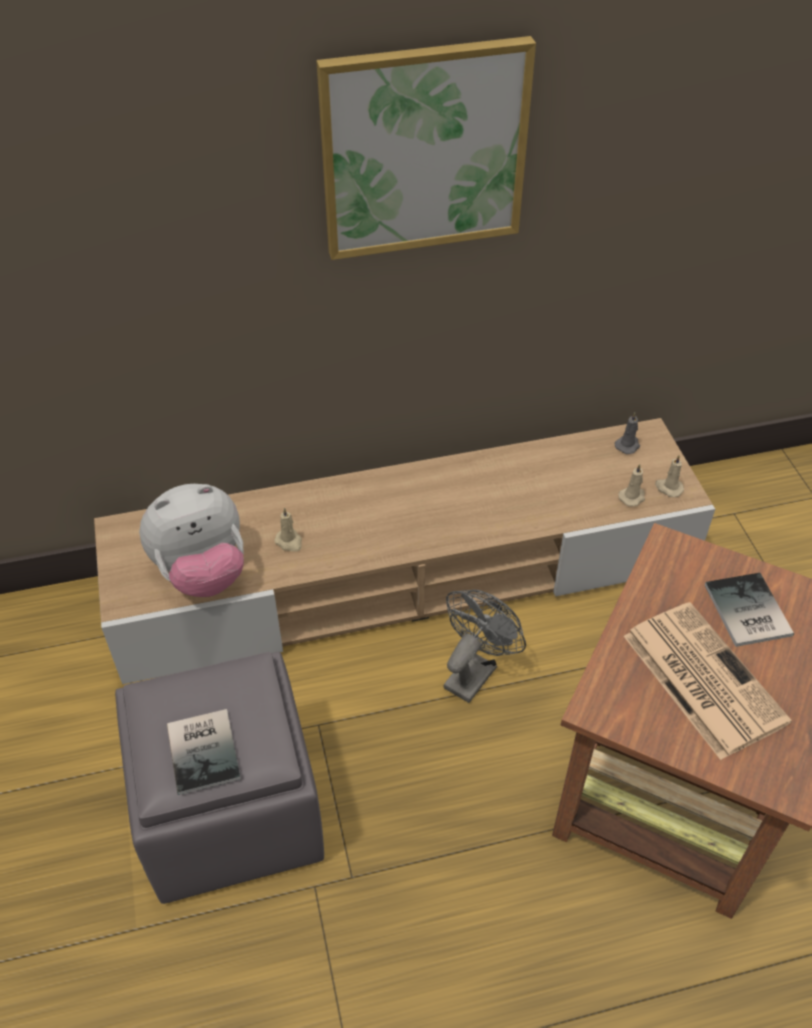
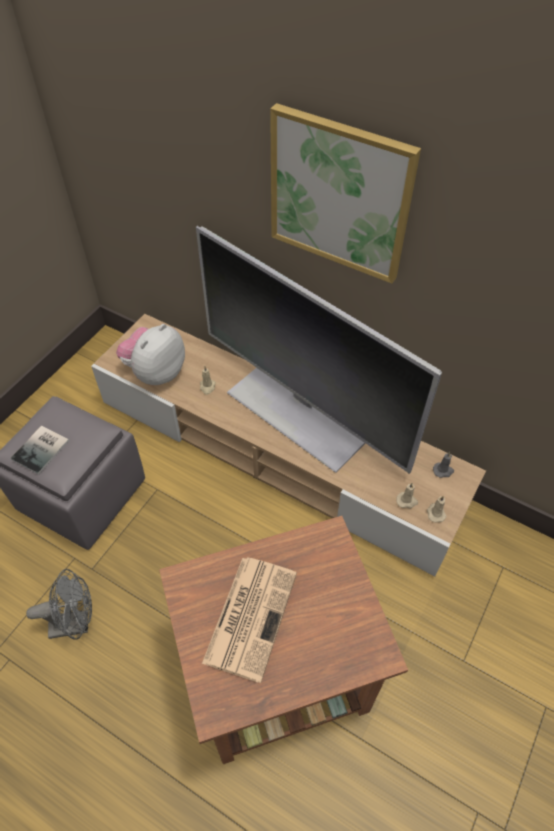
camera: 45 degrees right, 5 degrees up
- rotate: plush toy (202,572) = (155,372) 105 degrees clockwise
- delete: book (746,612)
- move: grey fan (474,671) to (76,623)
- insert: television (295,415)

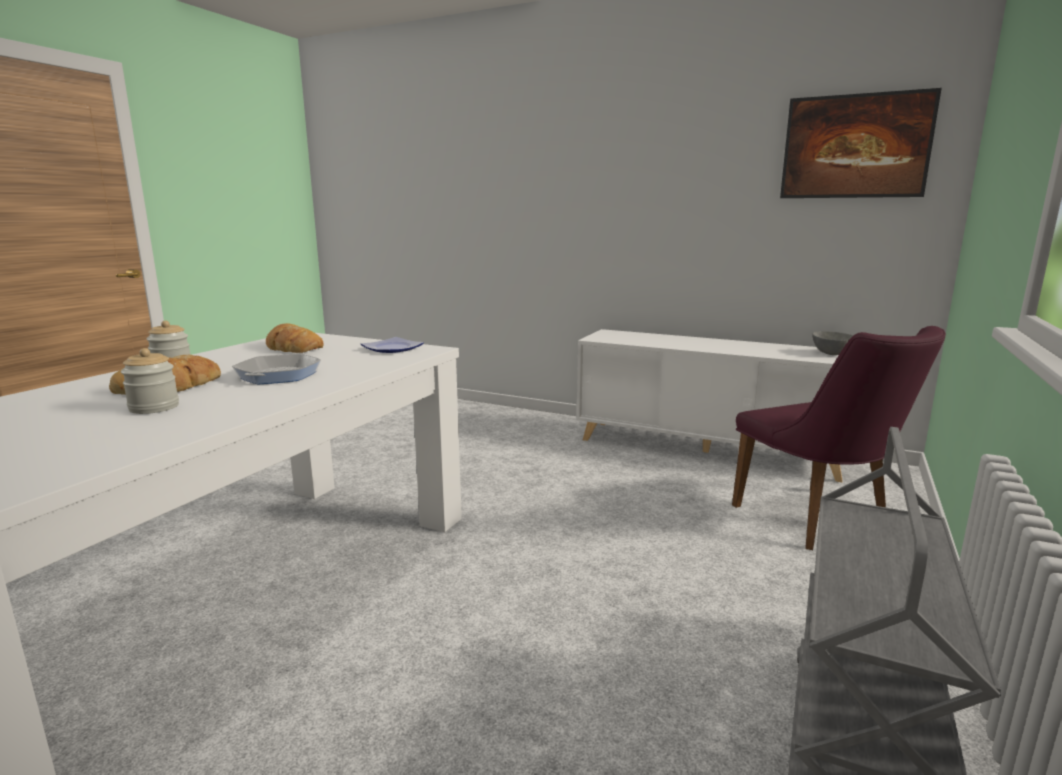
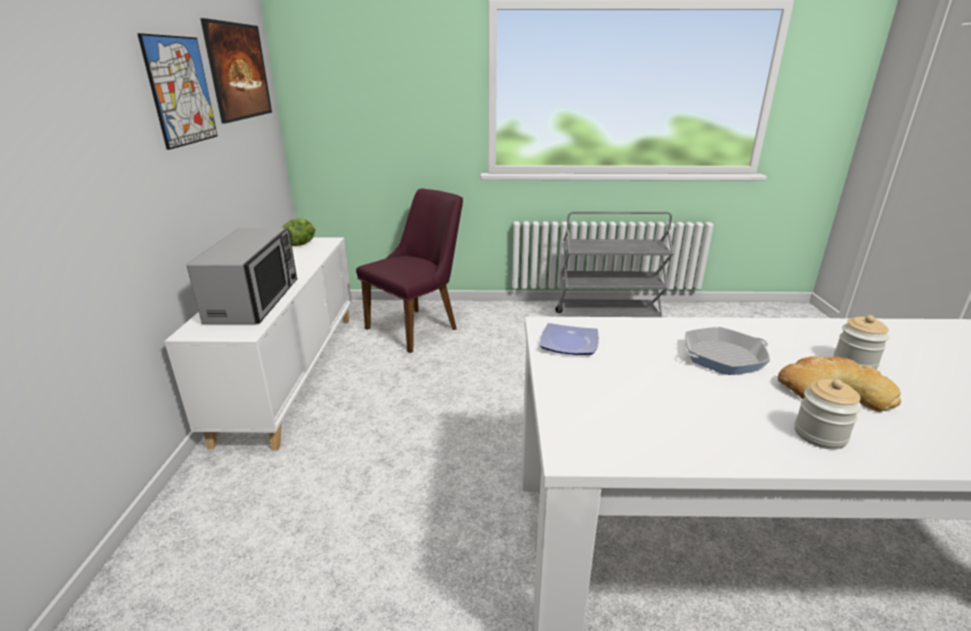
camera: 115 degrees left, 10 degrees up
- delete: bread (293,347)
- replace: grey bowl (831,353) to lettuce (301,244)
- insert: picture (181,91)
- insert: microwave (255,301)

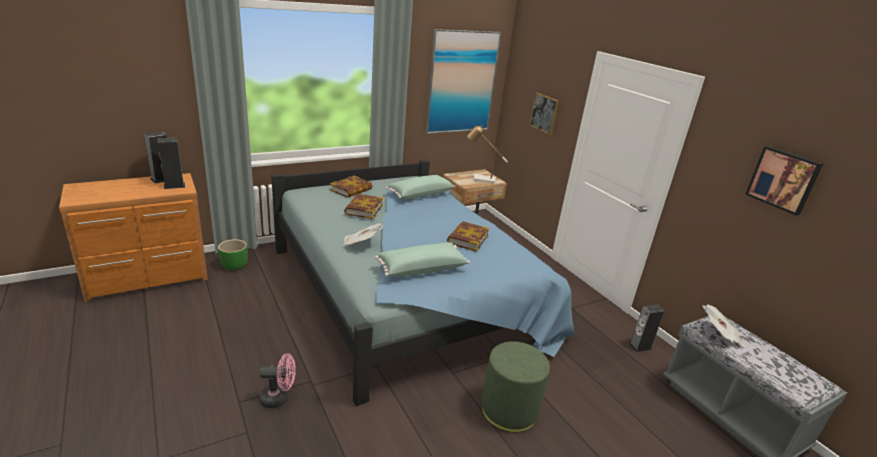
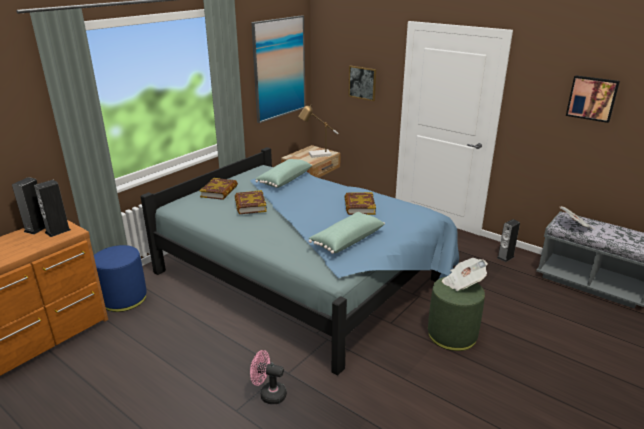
camera: 20 degrees left, 0 degrees up
- move: newspaper (361,244) to (463,283)
- replace: green planter (234,266) to blue ottoman (124,298)
- rotate: pink fan (279,398) = (269,394) 135 degrees counterclockwise

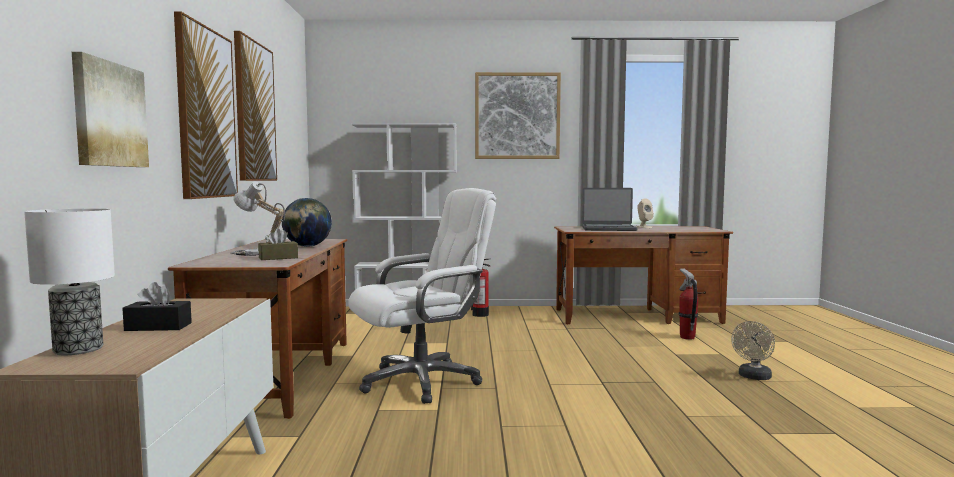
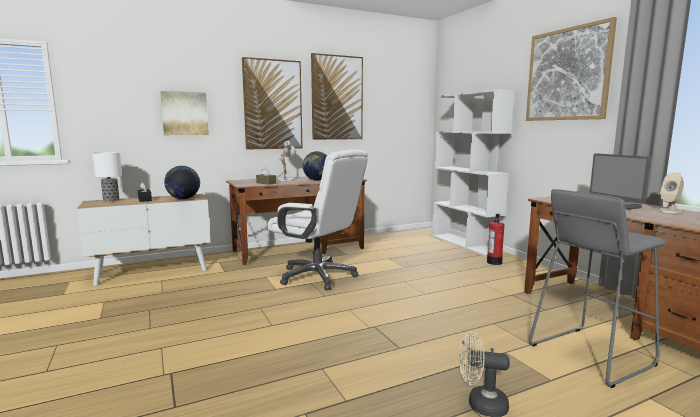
camera: 65 degrees right, 5 degrees up
- replace: fire extinguisher (687,337) to grey stool (590,354)
- insert: globe (183,199)

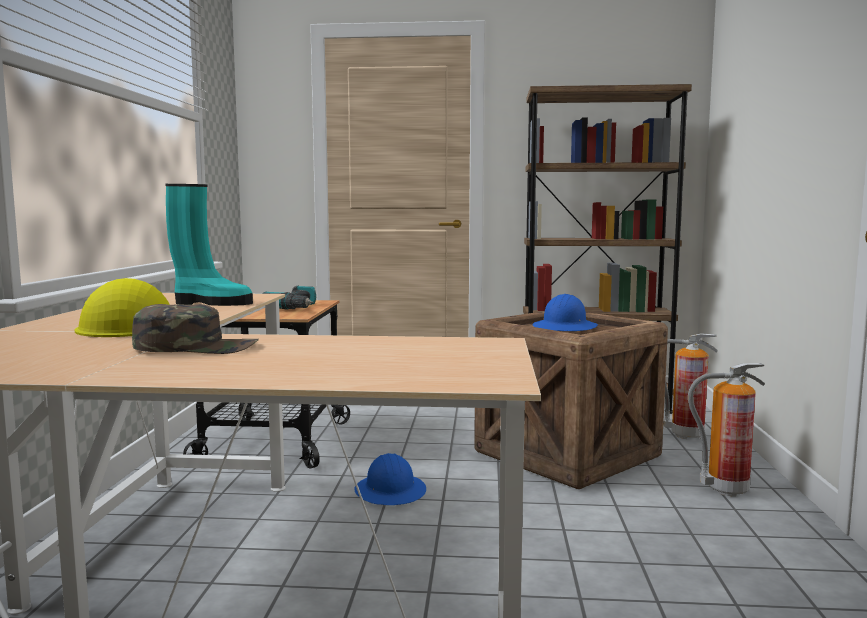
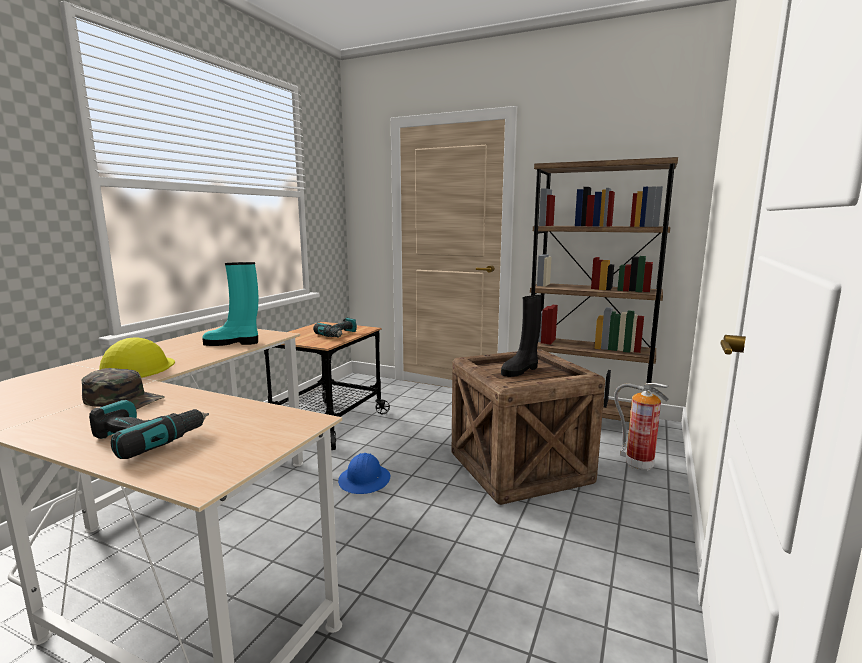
camera: 20 degrees right, 5 degrees up
- rotate: turquoise boot (211,303) = (233,343) 150 degrees clockwise
- replace: blue hard hat (565,328) to black boot (520,370)
- delete: fire extinguisher (725,490)
- insert: power drill (147,438)

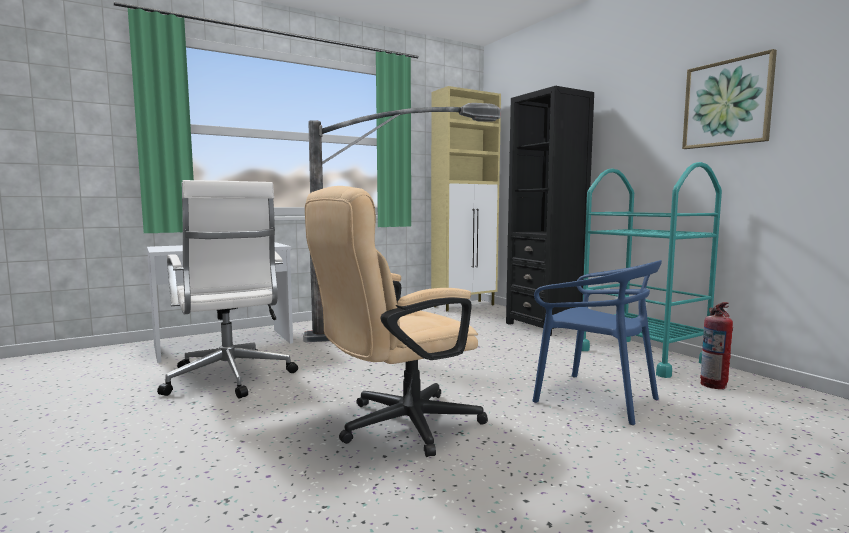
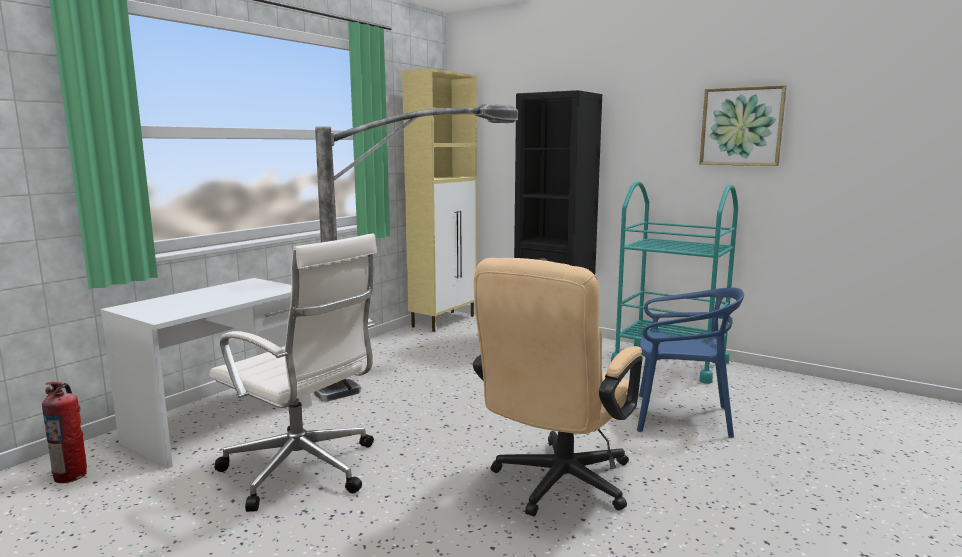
camera: 25 degrees left, 5 degrees up
- move: fire extinguisher (713,384) to (71,475)

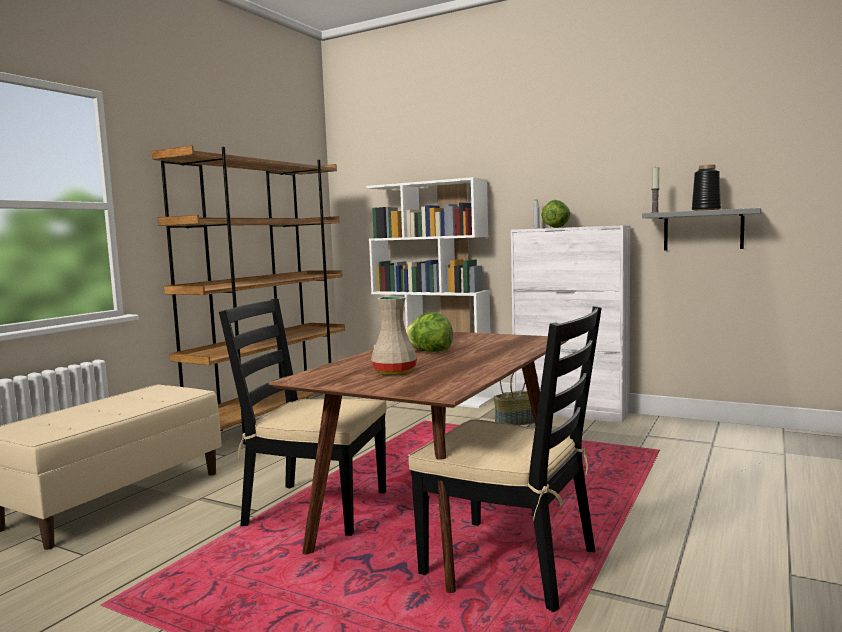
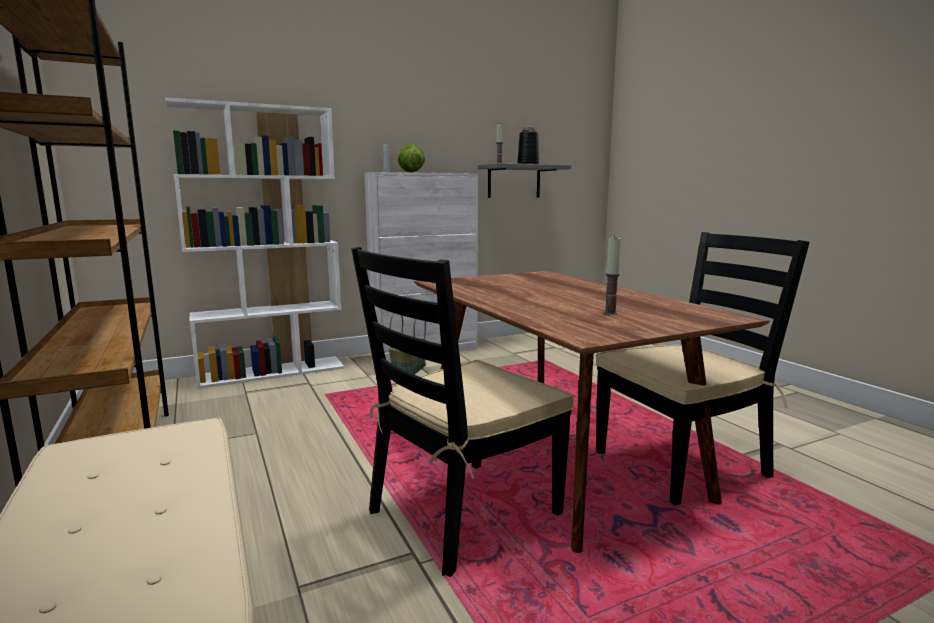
camera: 55 degrees left, 5 degrees up
- replace: beige vase (394,371) to candle (610,313)
- delete: lettuce (429,351)

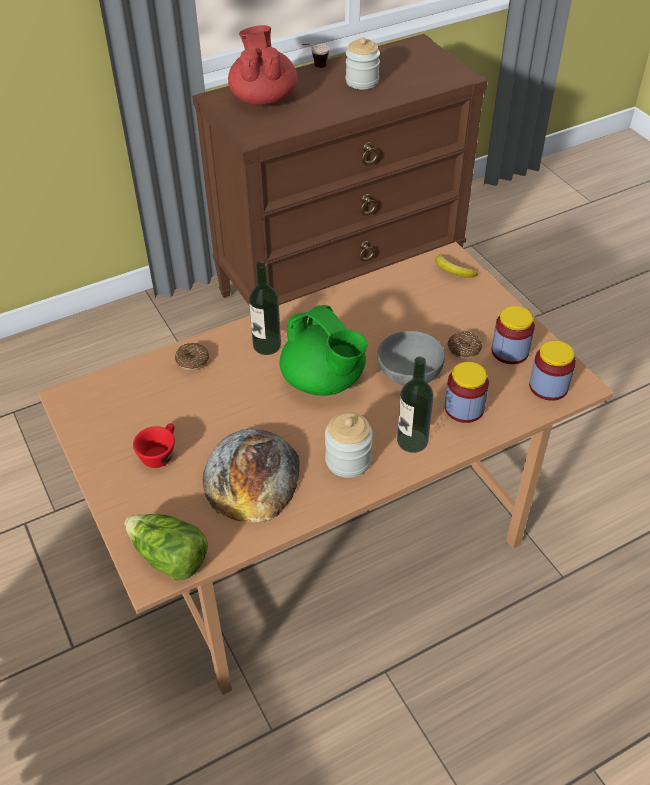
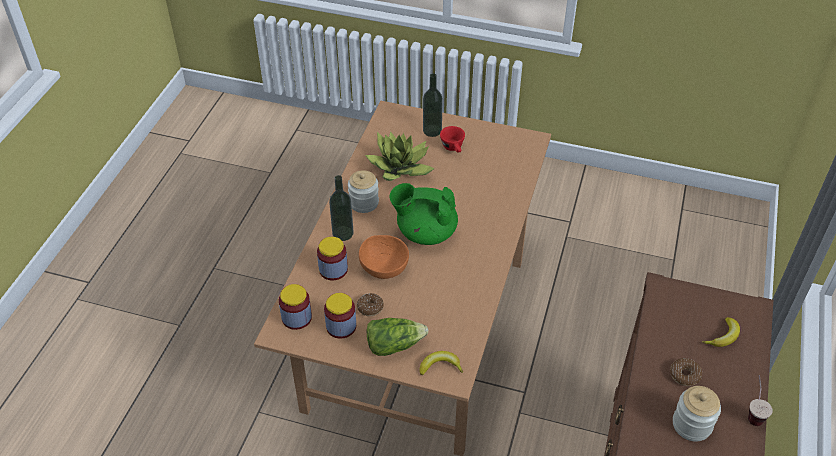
camera: 135 degrees right, 0 degrees up
- replace: red teapot (263,98) to banana (723,337)
- move: bottle (267,345) to (432,130)
- recolor: grey bowl (408,376) to orange bowl (384,267)
- move: donut (192,361) to (684,375)
- replace: bread (252,475) to potted plant (400,168)
- move: lettuce (169,557) to (394,344)

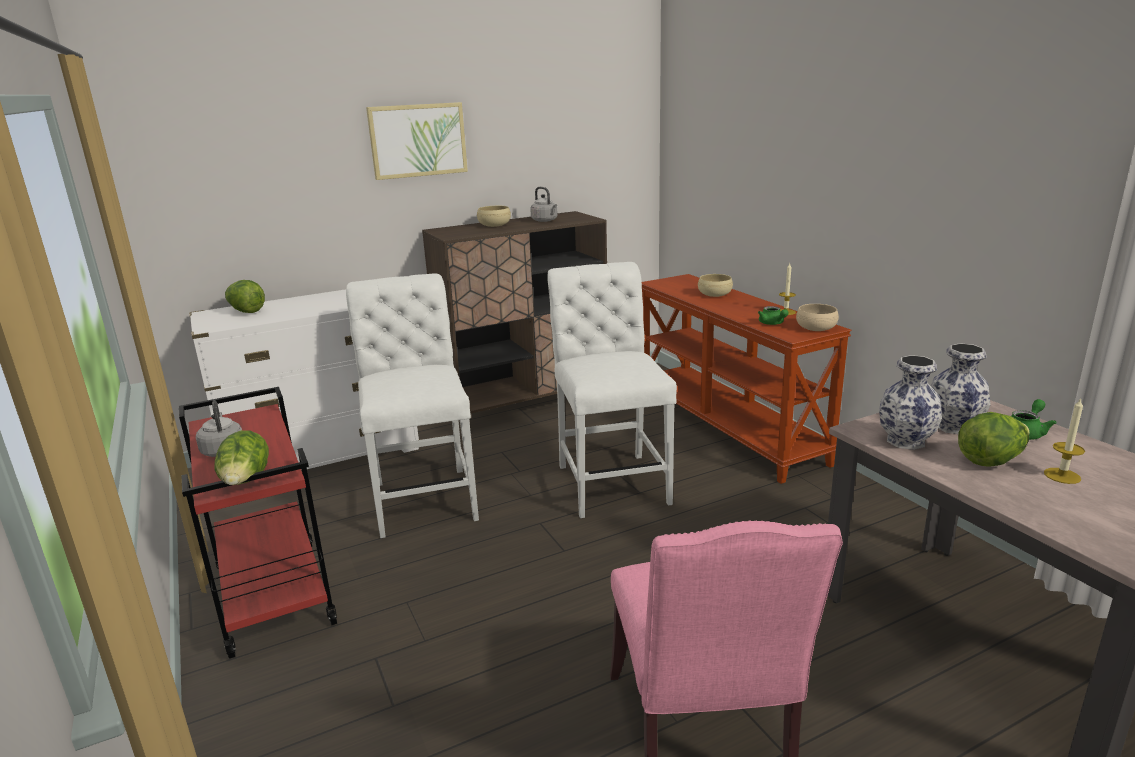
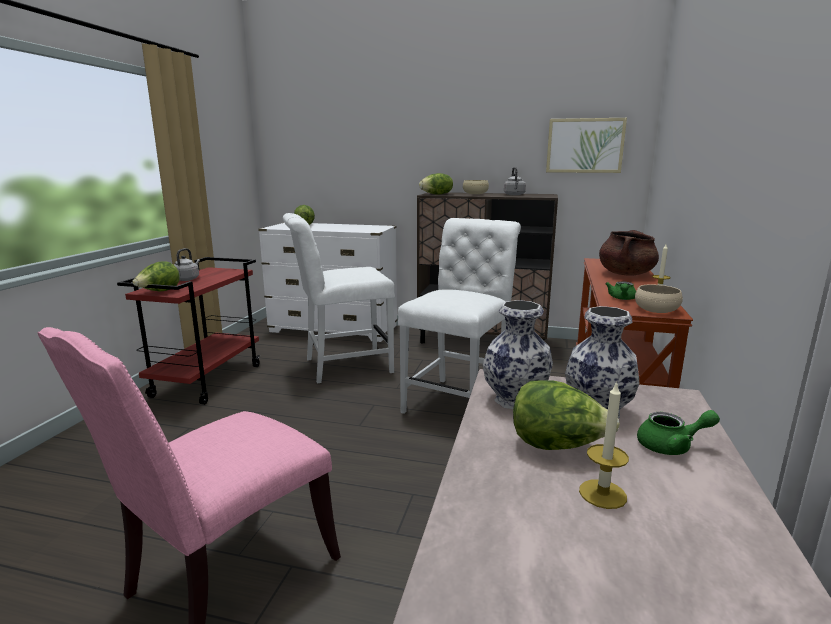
camera: 40 degrees right, 5 degrees down
- move: picture (418,140) to (585,145)
- rotate: white chair (425,497) = (343,366) 135 degrees counterclockwise
- replace: beige bowl (714,294) to brown cooking pot (625,274)
- insert: lettuce (437,194)

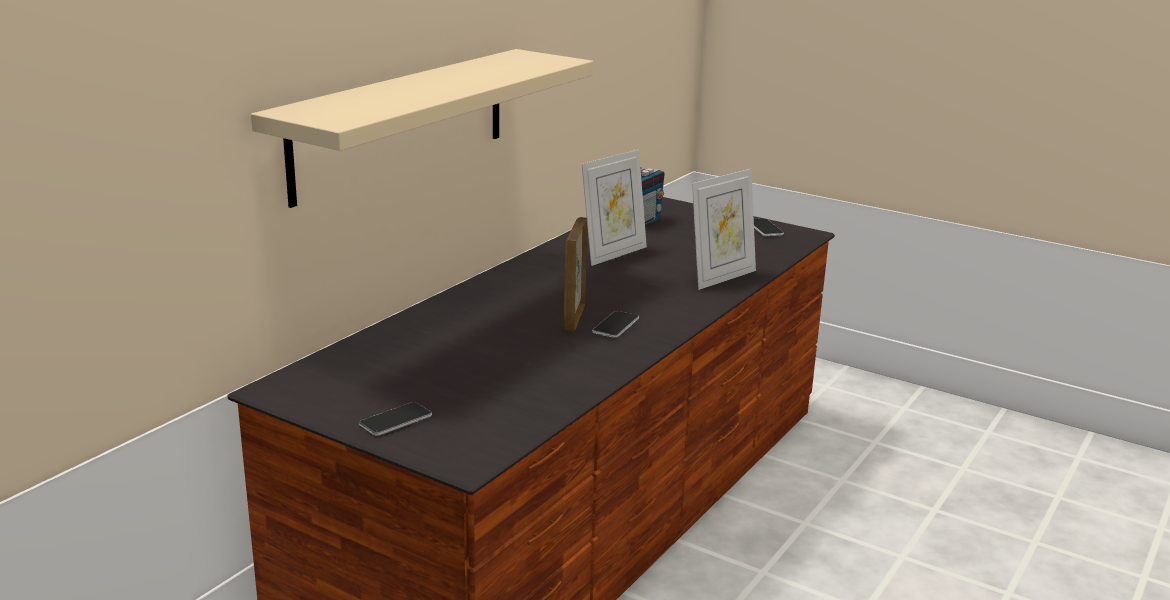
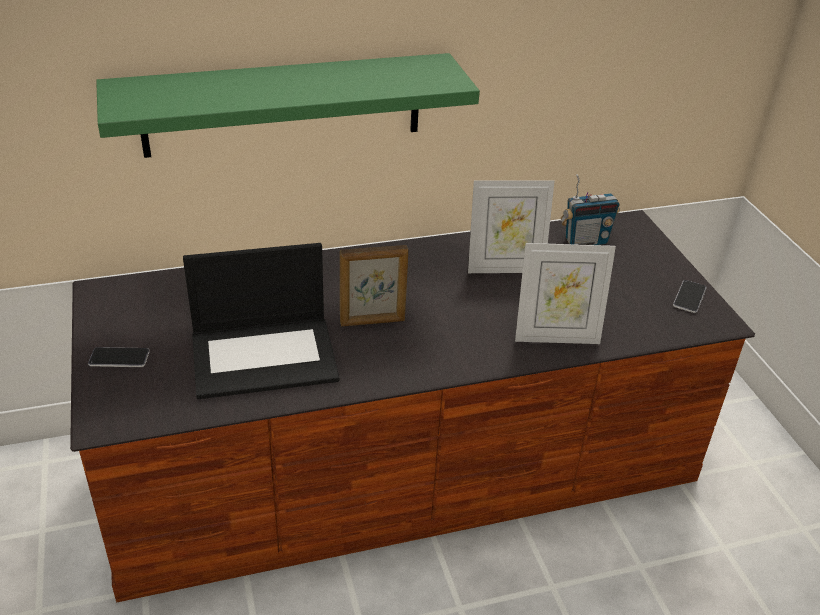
camera: 40 degrees right, 15 degrees up
- recolor: beige shelf (401,123) to green shelf (283,105)
- rotate: picture frame (574,317) = (372,322) 150 degrees counterclockwise
- delete: phone (616,325)
- insert: laptop (265,356)

